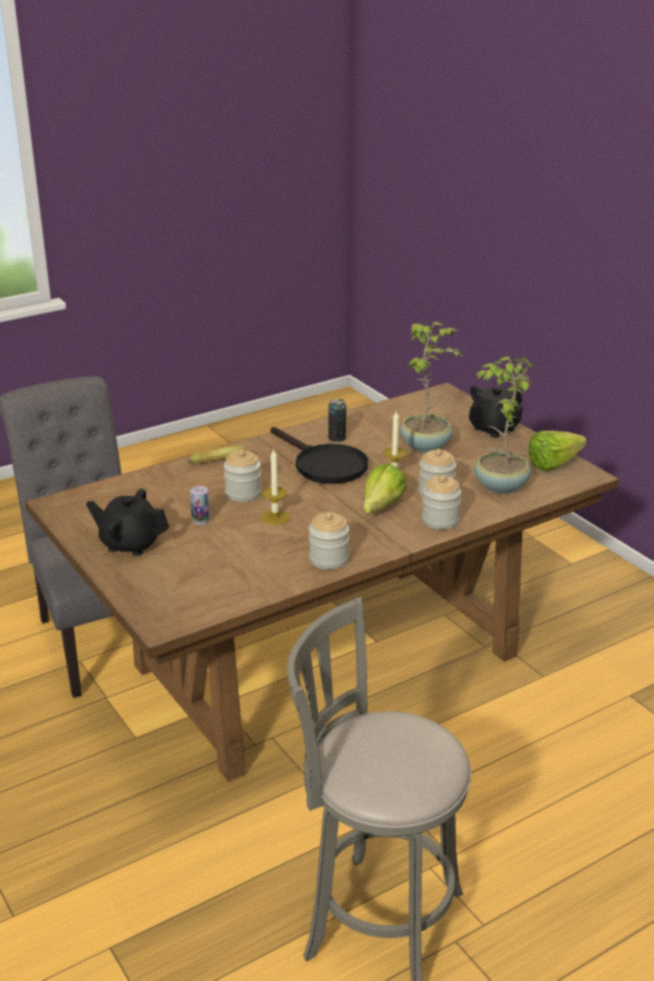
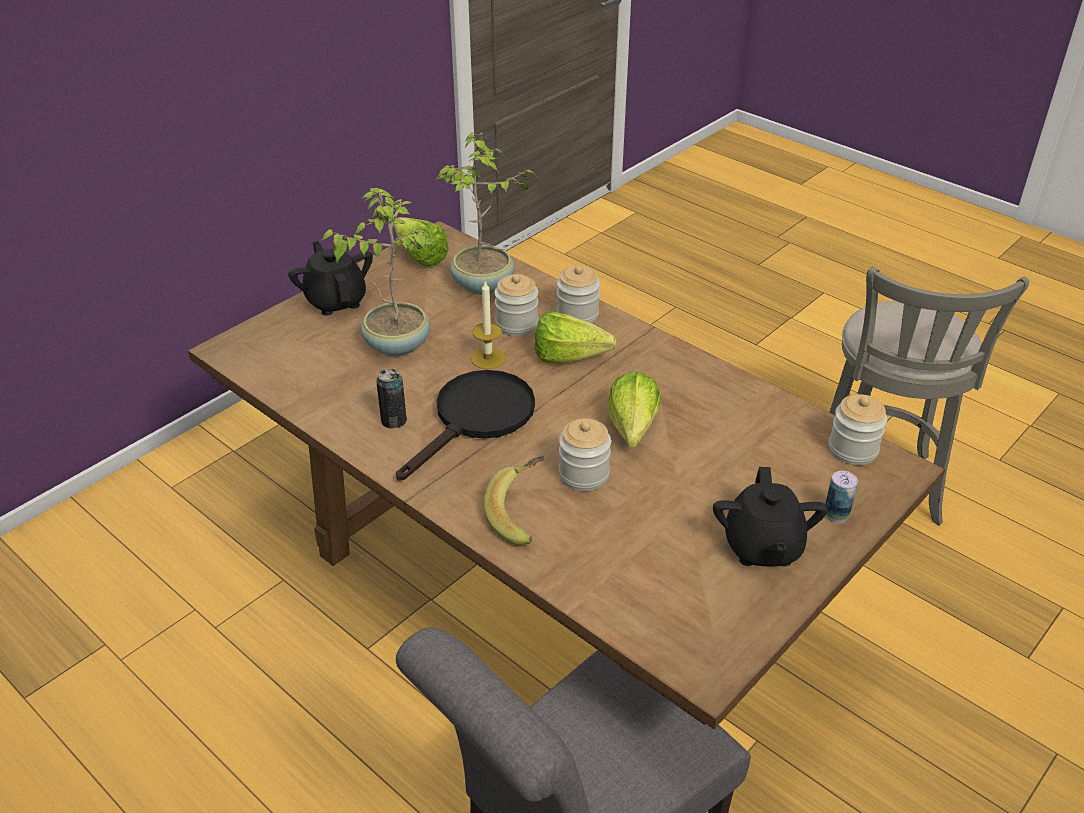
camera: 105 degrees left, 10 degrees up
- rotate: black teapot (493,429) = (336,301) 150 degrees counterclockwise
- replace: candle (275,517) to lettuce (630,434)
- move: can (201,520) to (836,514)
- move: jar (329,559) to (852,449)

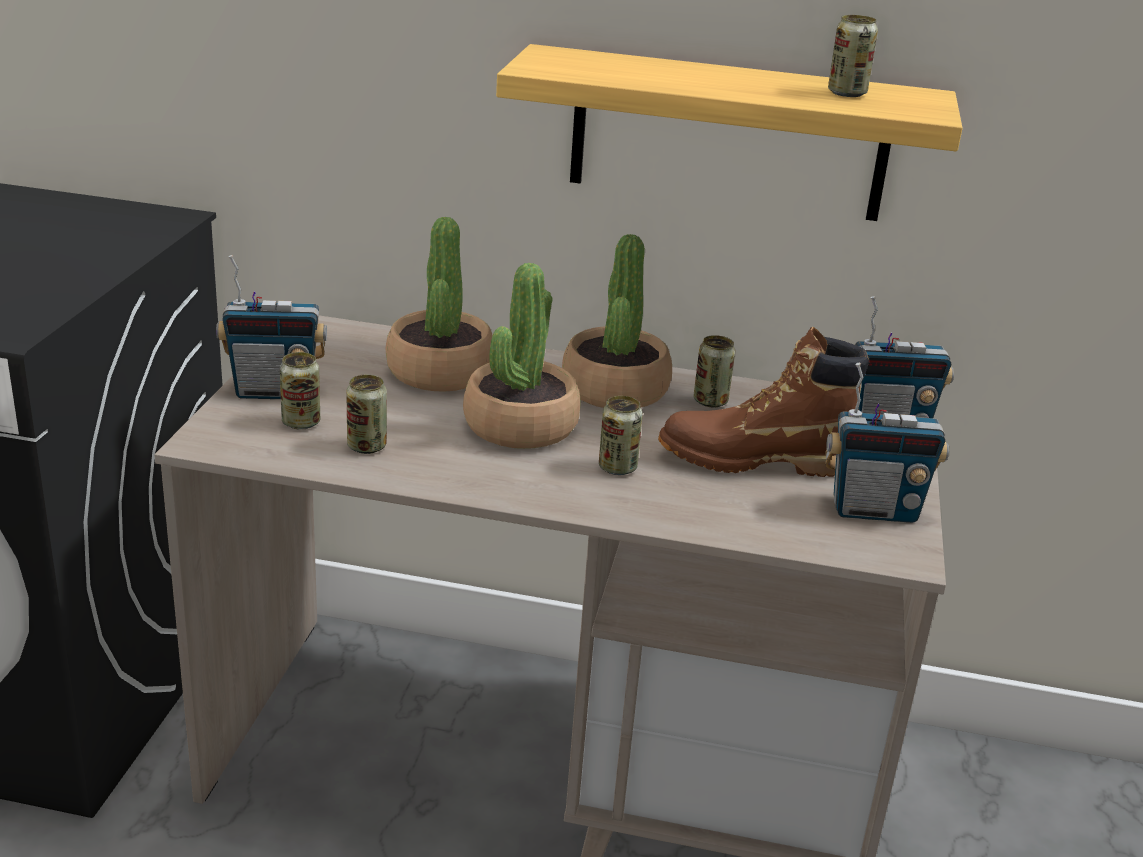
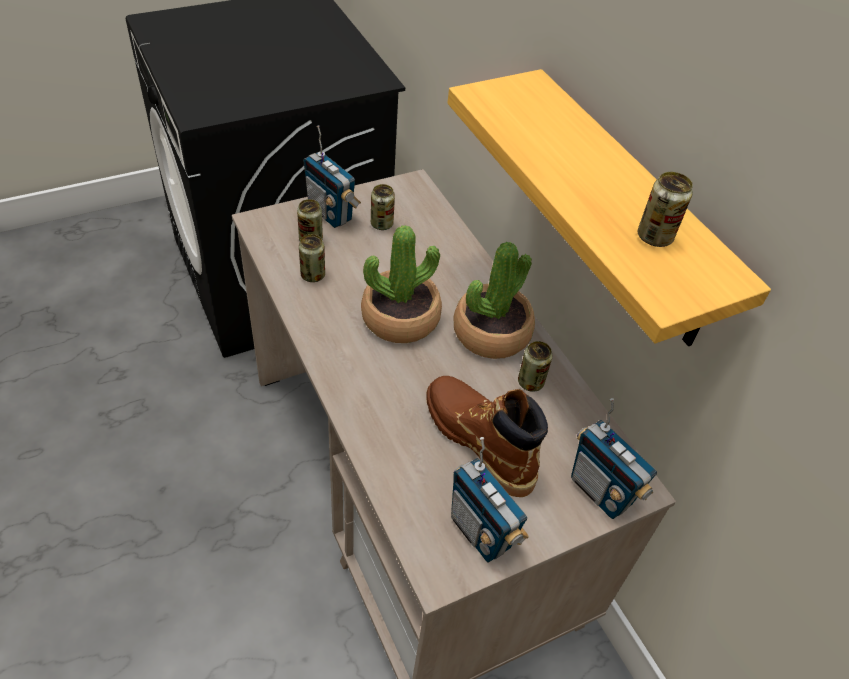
camera: 50 degrees right, 20 degrees up
- delete: potted plant (439,372)
- move: can (617,467) to (381,224)

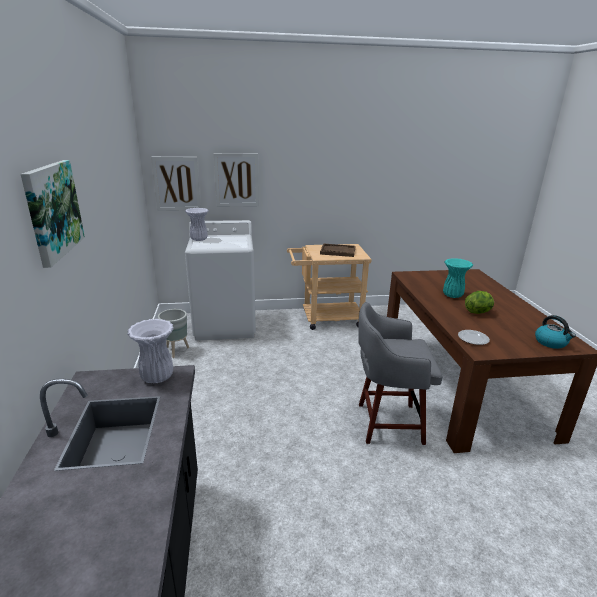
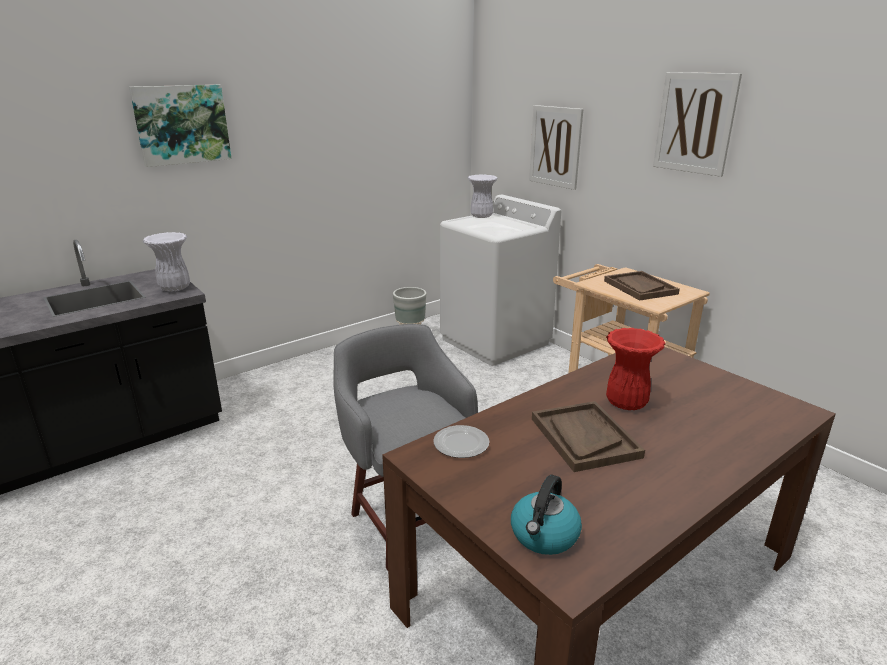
camera: 60 degrees right, 0 degrees up
- move: picture (177,184) to (695,123)
- recolor: turquoise vase (453,295) to red vase (626,404)
- replace: lettuce (478,312) to brown tray (584,437)

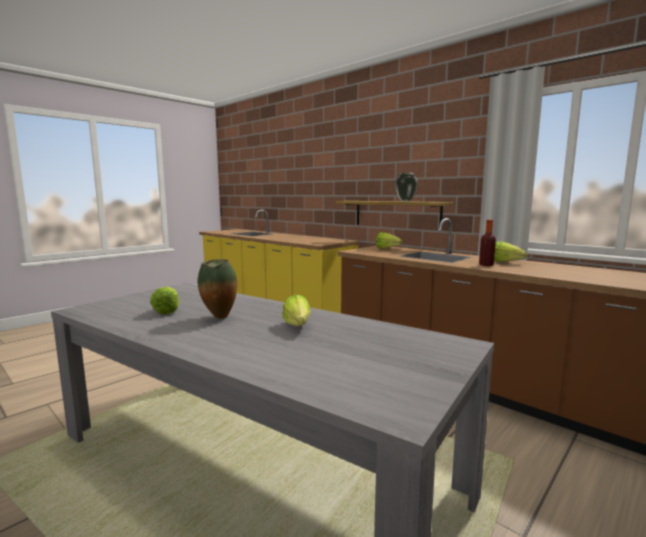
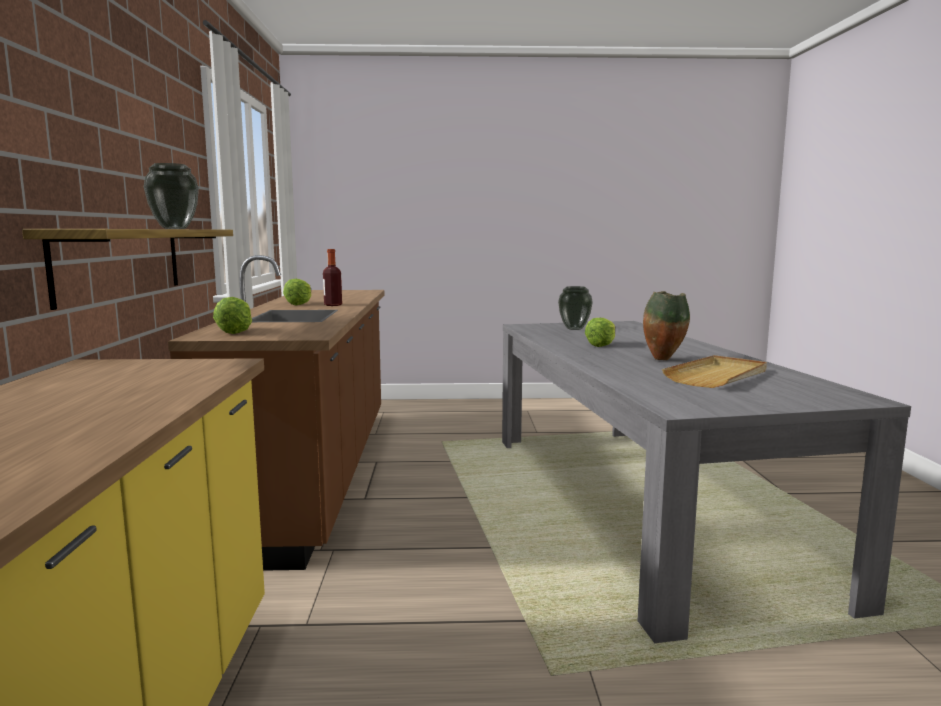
camera: 135 degrees left, 0 degrees up
- replace: lettuce (169,310) to beige tray (718,376)
- insert: vase (575,329)

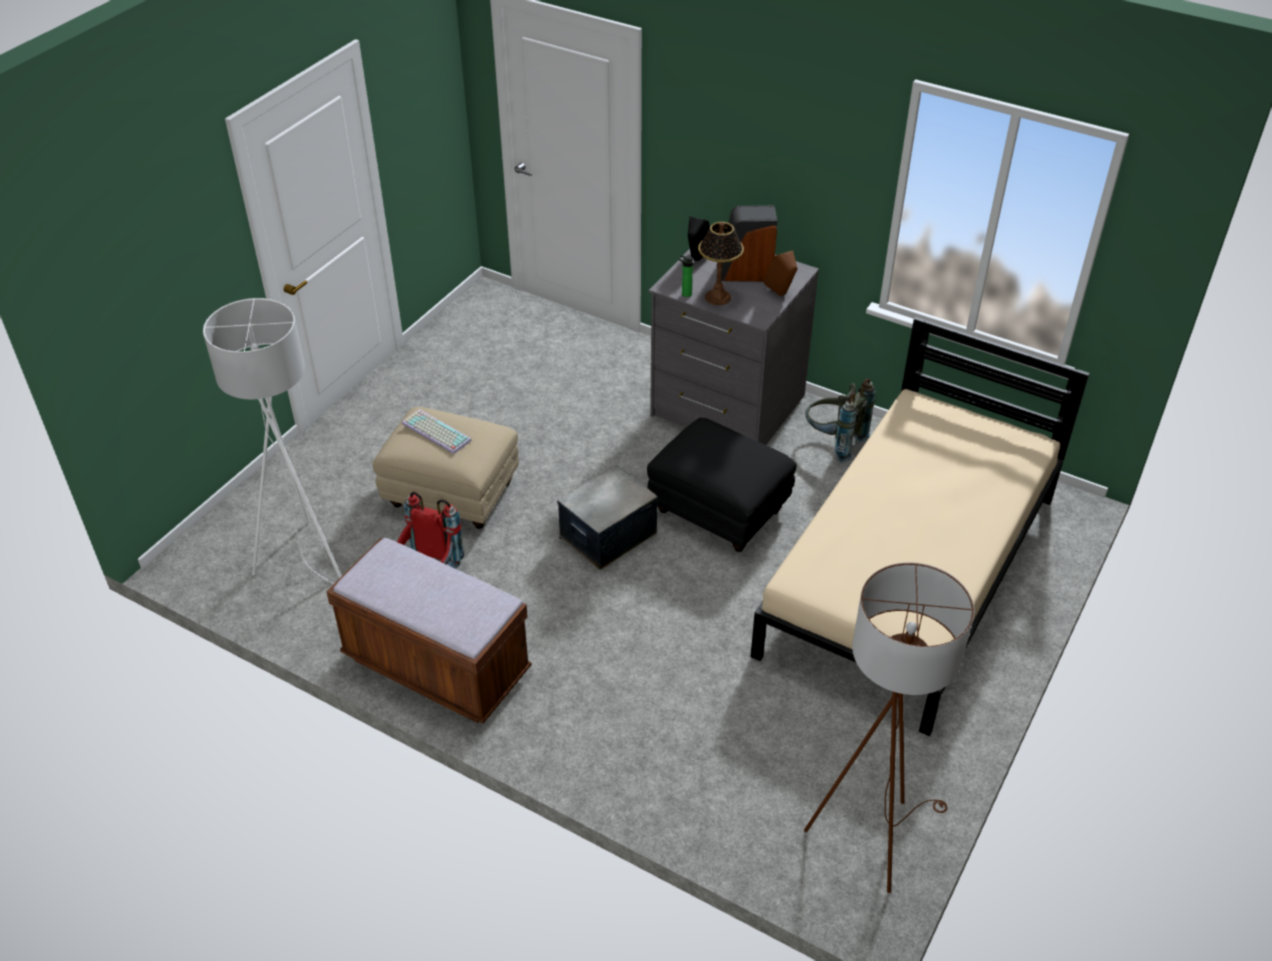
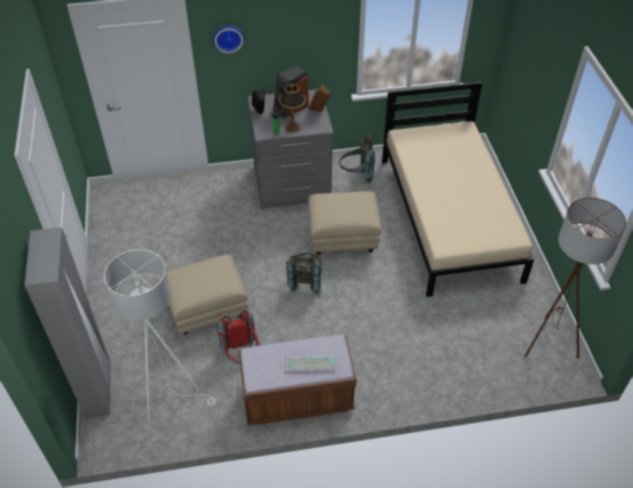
camera: 40 degrees left, 5 degrees up
- move: keyboard (434,432) to (309,365)
- recolor: black ottoman (720,512) to beige ottoman (343,238)
- replace: storage box (607,535) to grey backpack (306,281)
- insert: wall clock (228,37)
- insert: grey wardrobe (99,390)

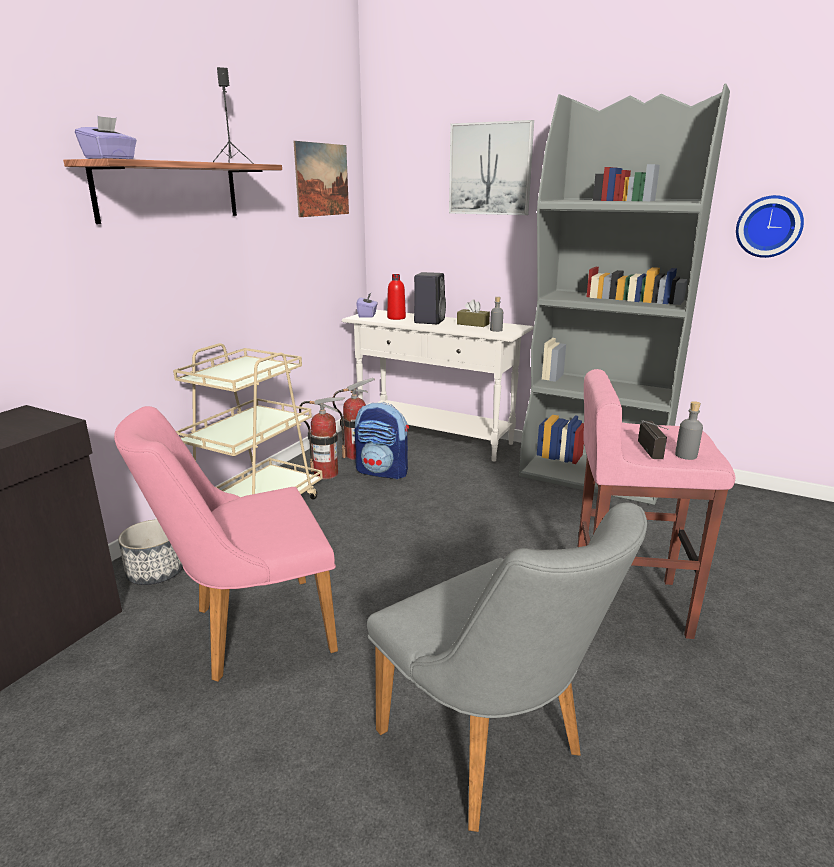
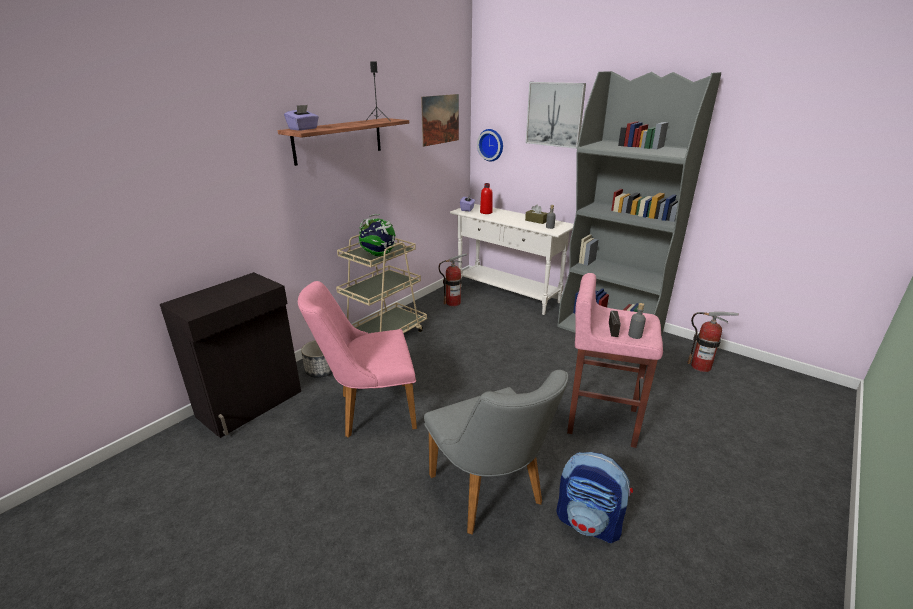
camera: 10 degrees right, 5 degrees up
- move: wall clock (769,226) to (491,145)
- delete: black speaker (429,321)
- move: fire extinguisher (326,473) to (701,366)
- move: backpack (383,472) to (589,522)
- insert: globe (379,255)

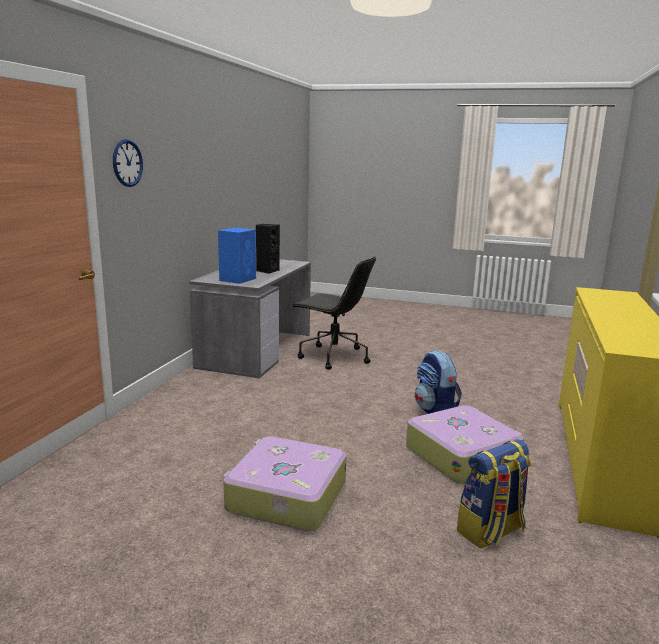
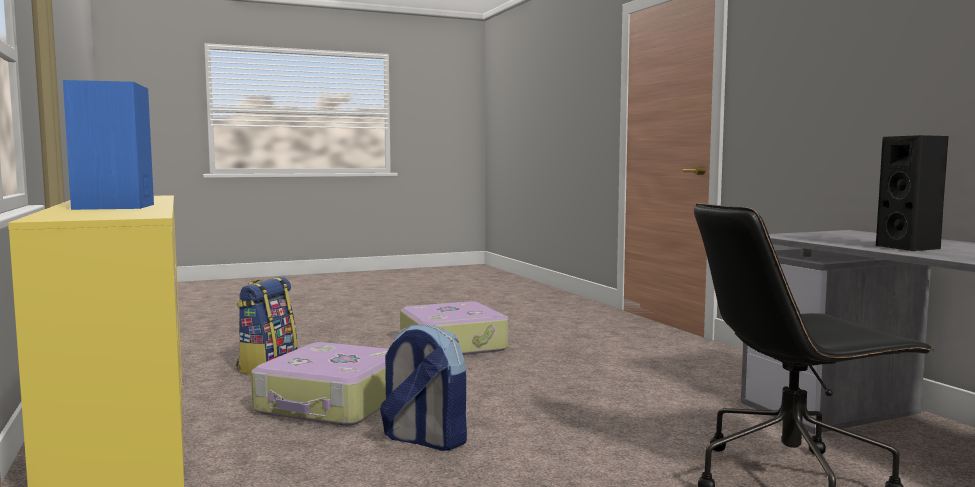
camera: 140 degrees right, 10 degrees down
- delete: wall clock (127,163)
- move: blue speaker (238,279) to (114,207)

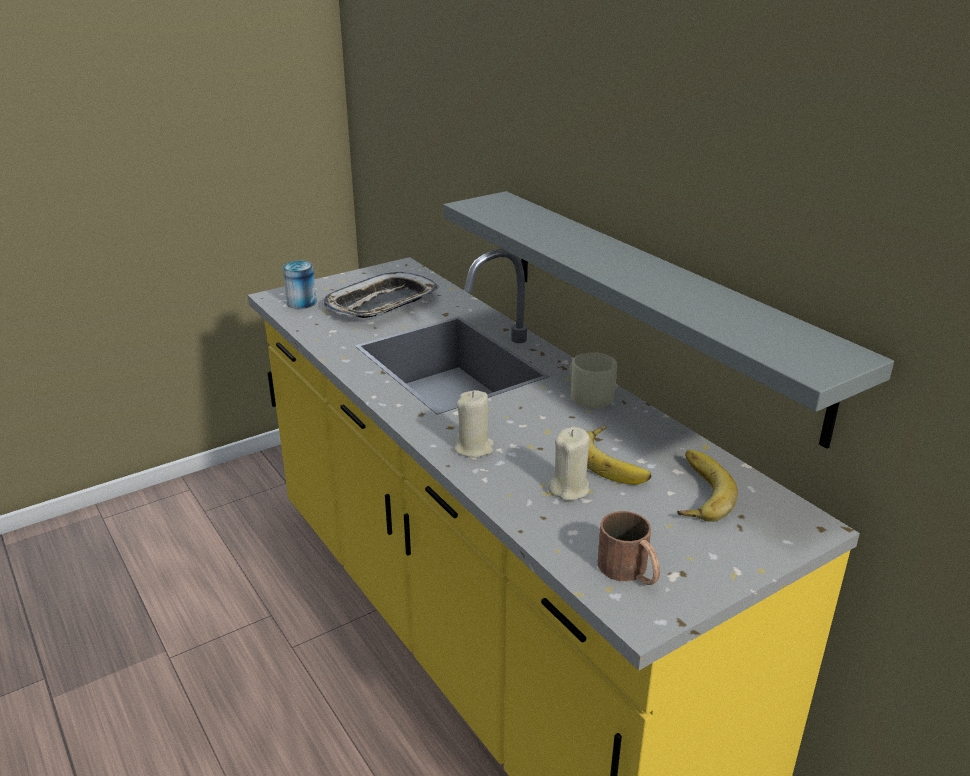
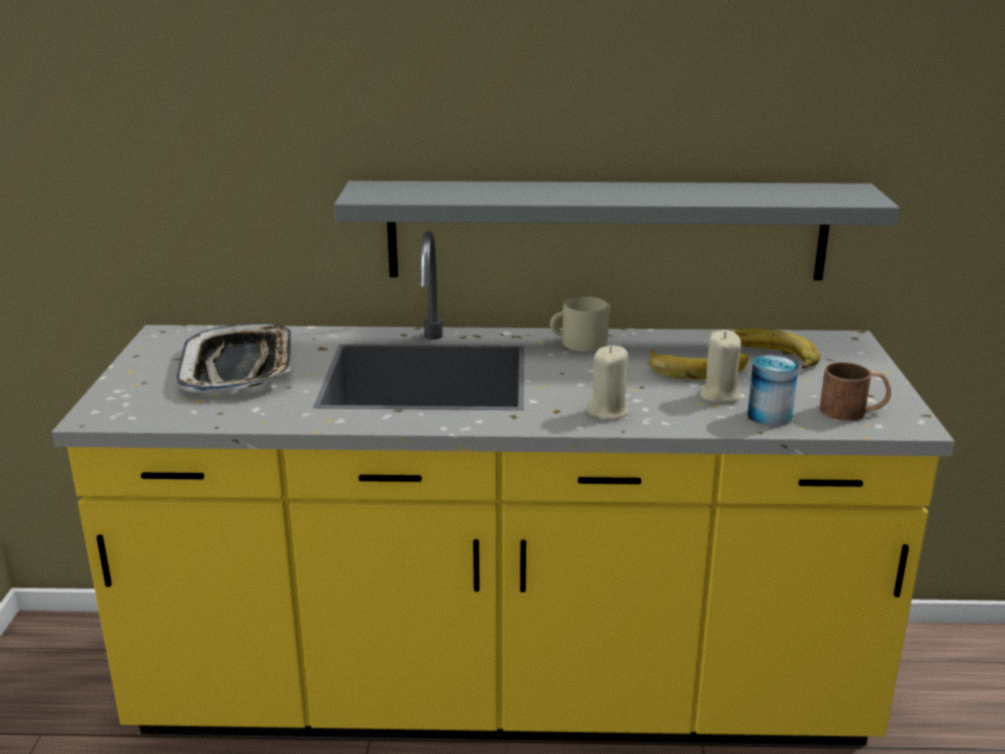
camera: 55 degrees left, 5 degrees down
- move: can (301,302) to (769,416)

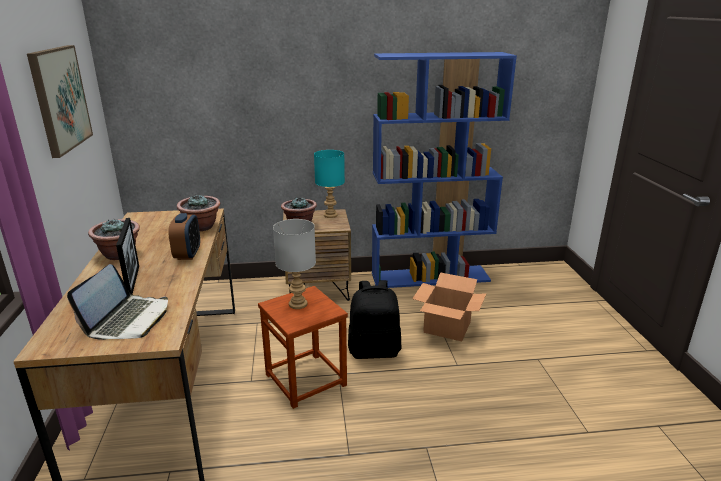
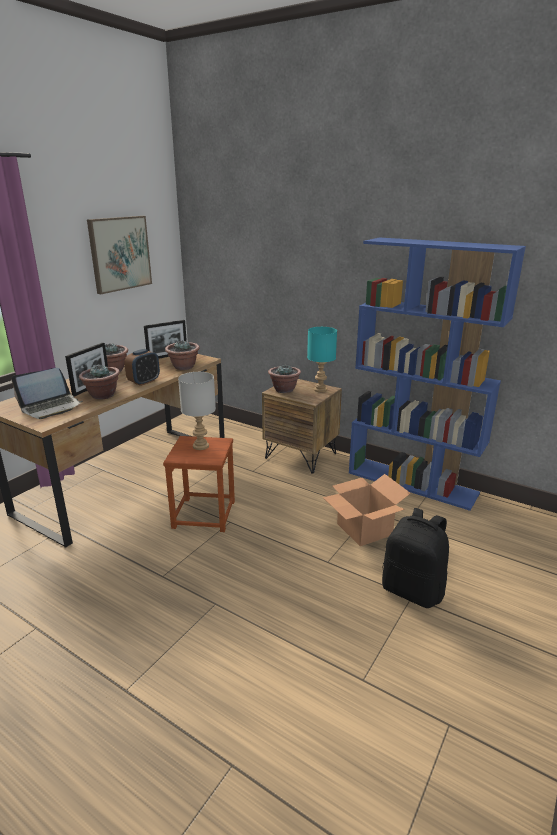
camera: 40 degrees right, 0 degrees up
- move: black backpack (374,350) to (413,590)
- insert: picture frame (167,356)
- insert: potted plant (102,395)

